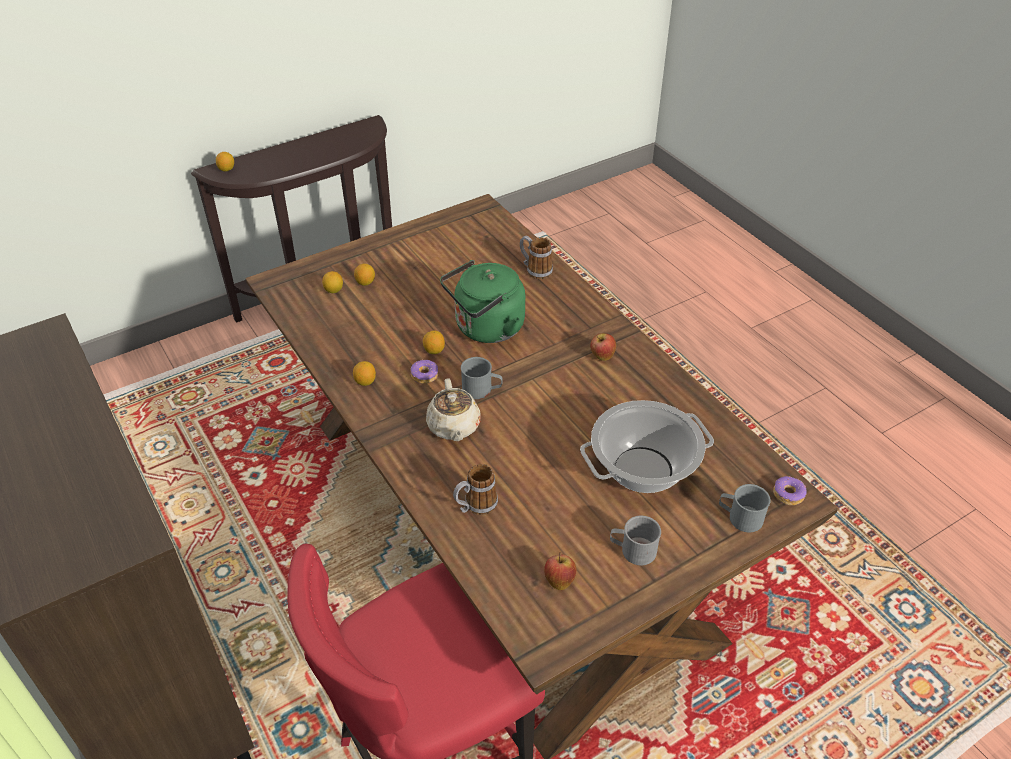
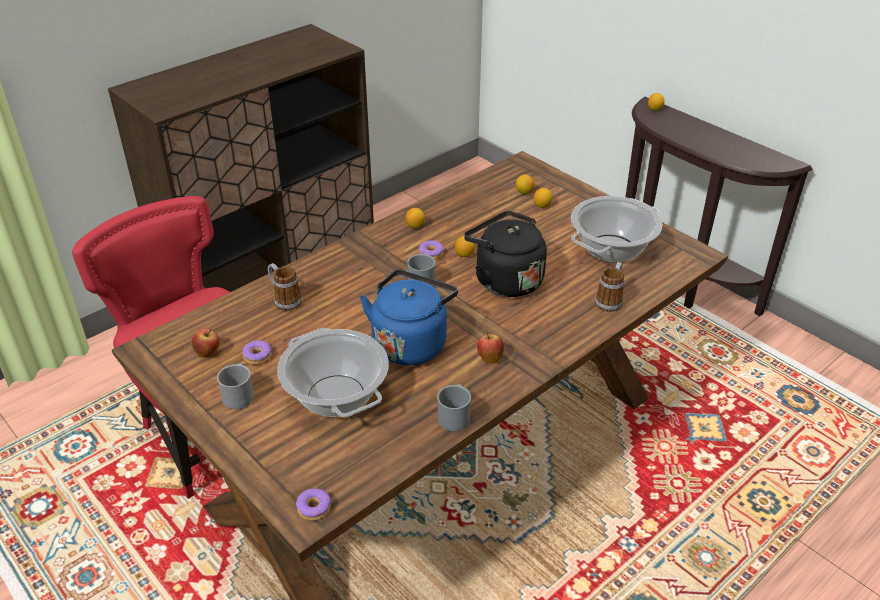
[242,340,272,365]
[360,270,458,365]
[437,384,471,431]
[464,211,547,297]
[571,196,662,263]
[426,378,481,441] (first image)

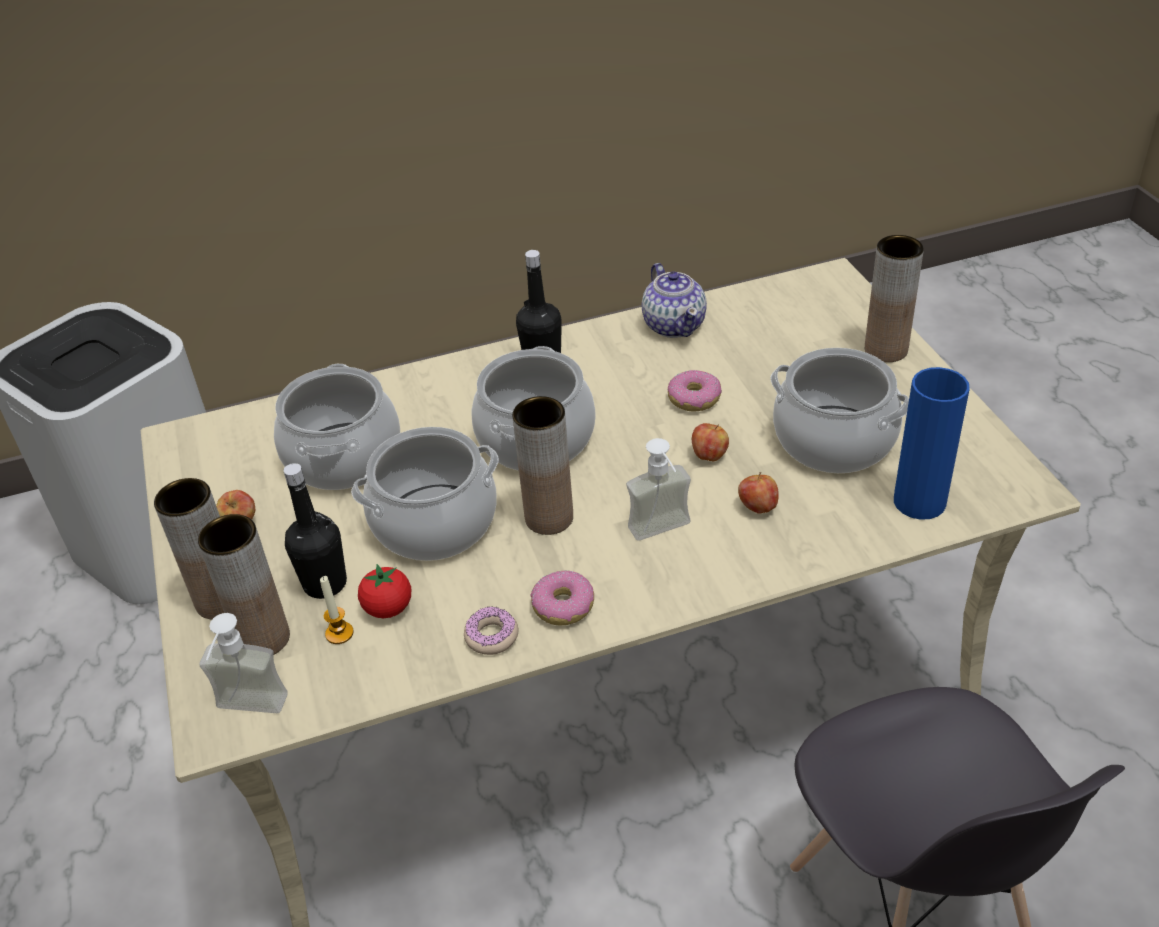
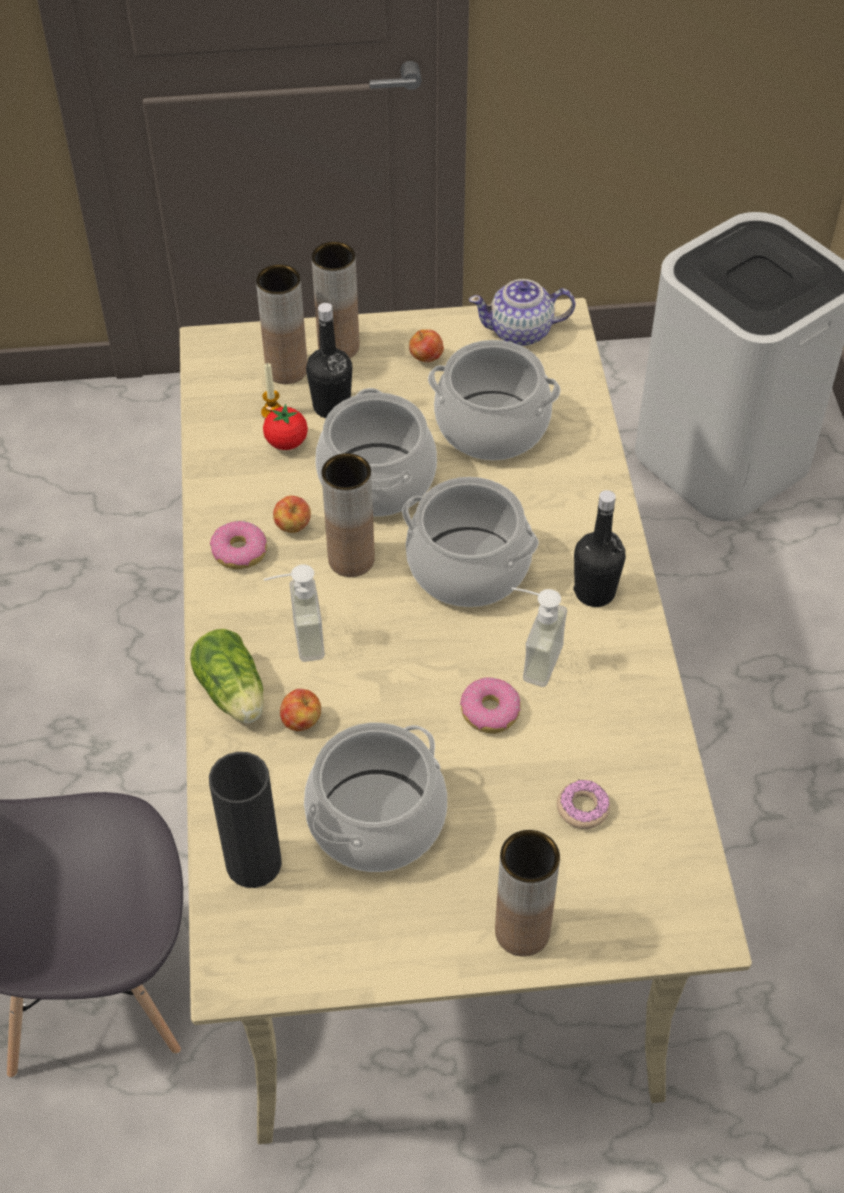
[190,629,264,723]
[209,752,282,888]
[273,496,311,533]
[469,279,575,346]
[511,588,567,687]
[557,779,610,829]

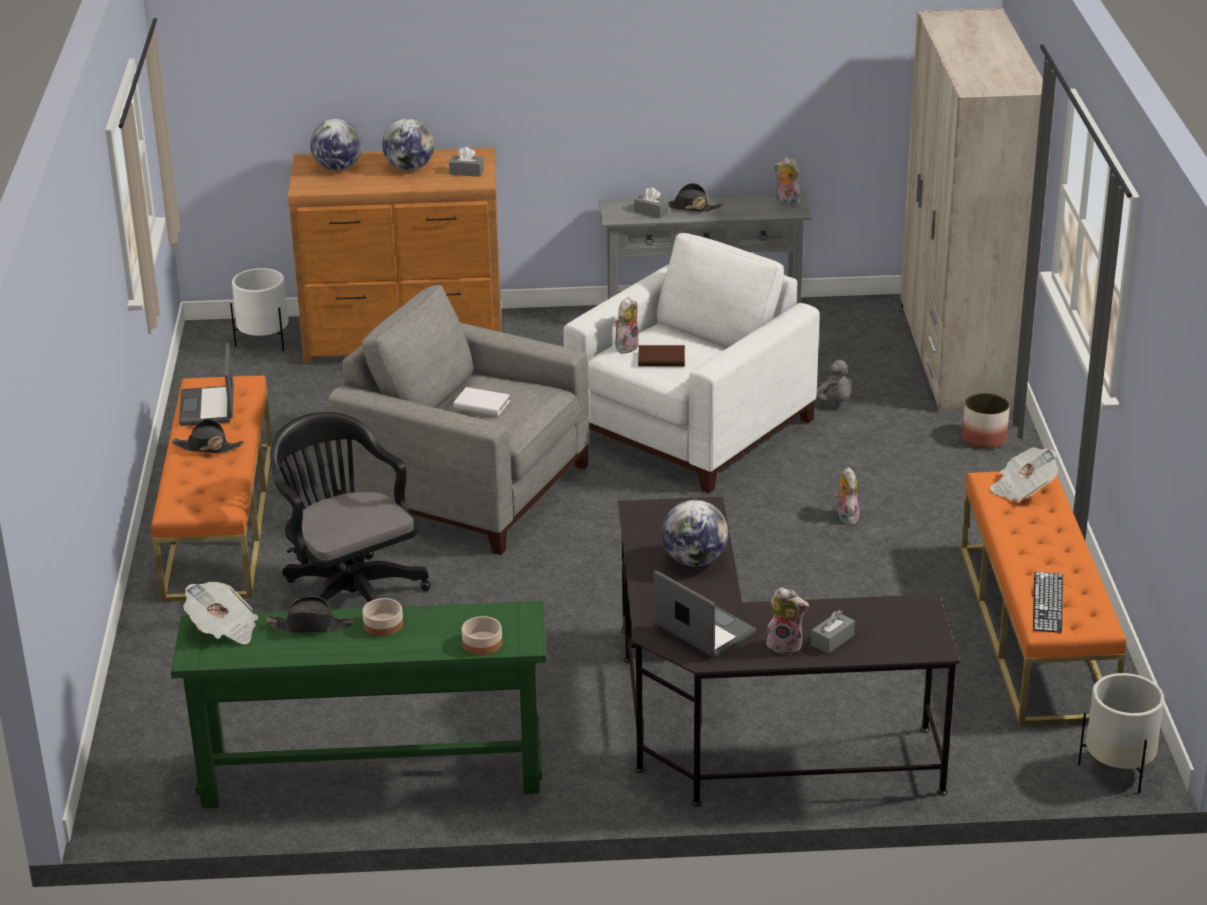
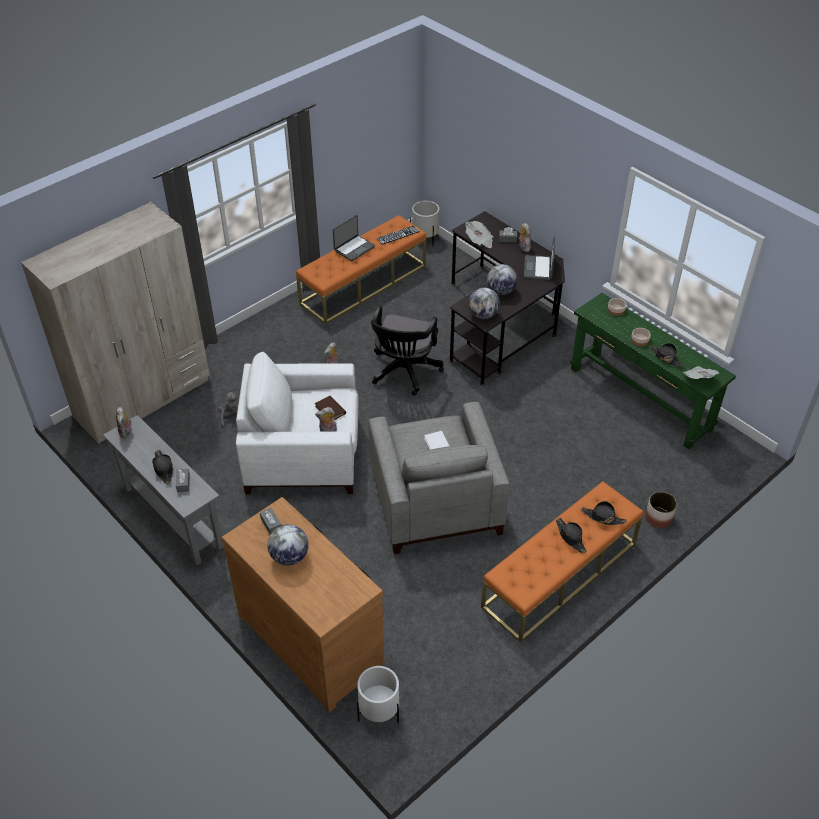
[333,215,375,262]
[371,305,444,396]
[466,221,493,248]
[469,288,500,319]
[581,501,627,525]
[645,492,677,528]

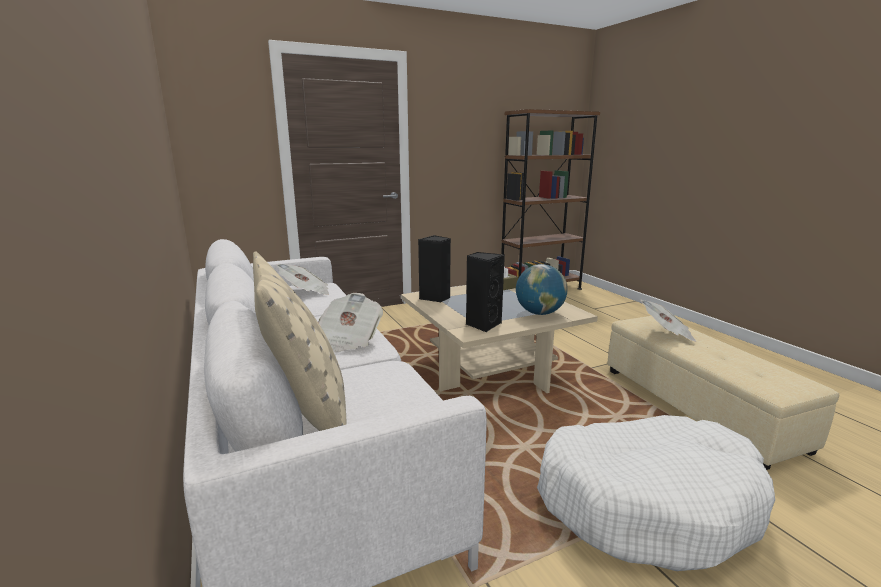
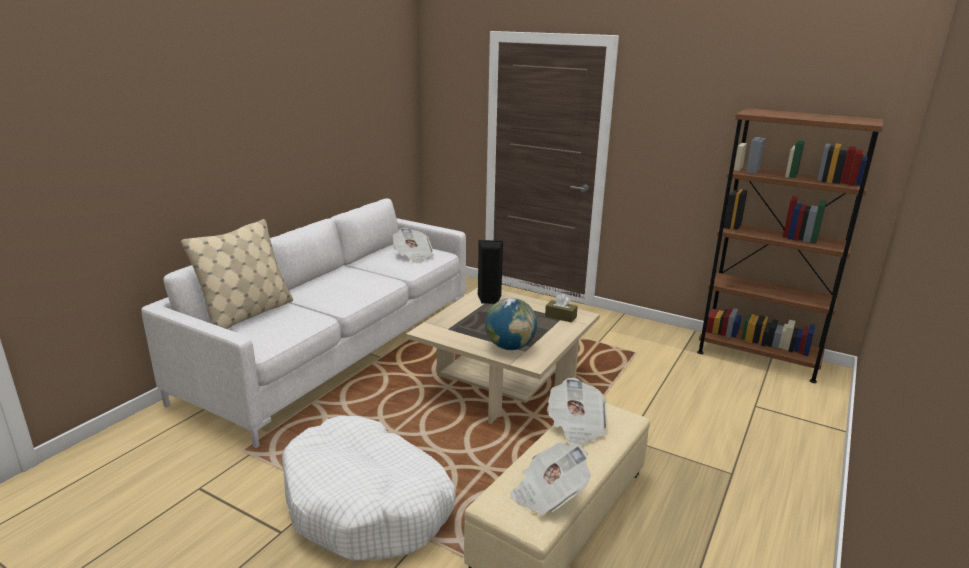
[510,443,591,517]
[466,252,505,332] (first image)

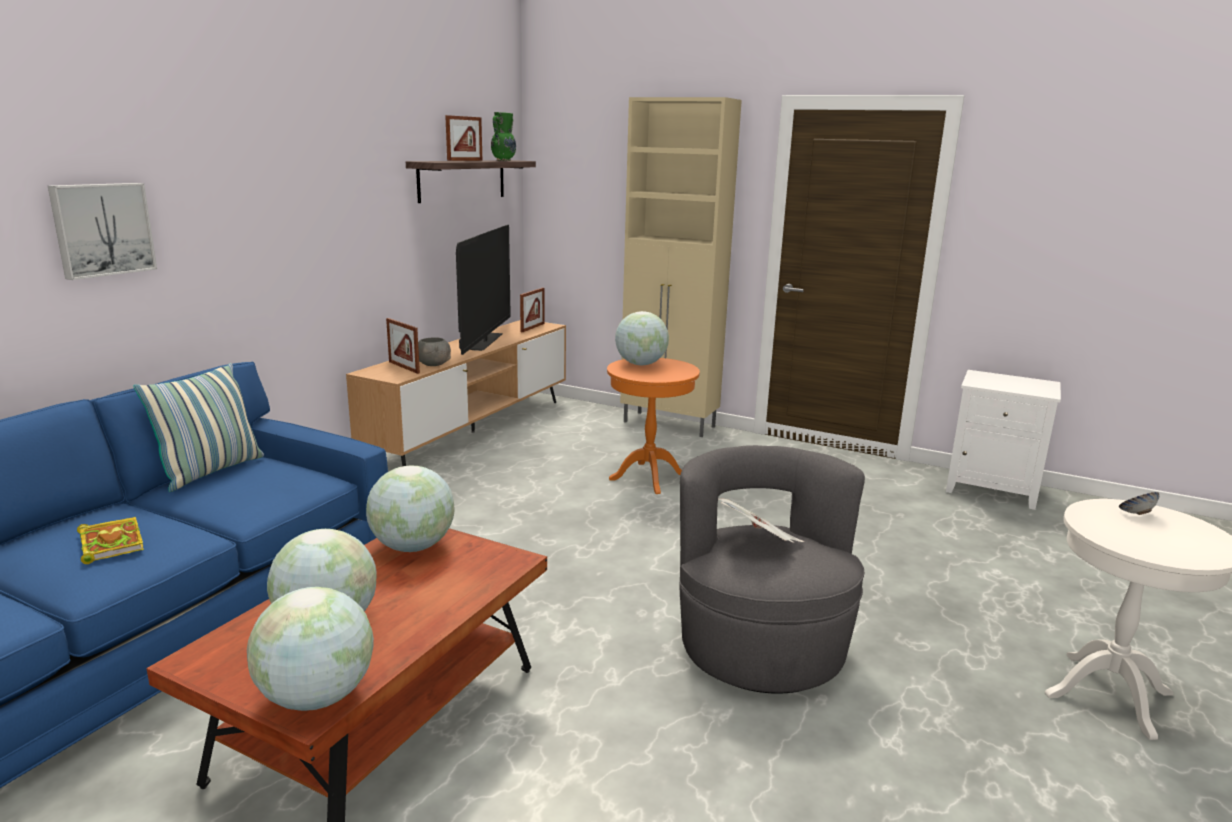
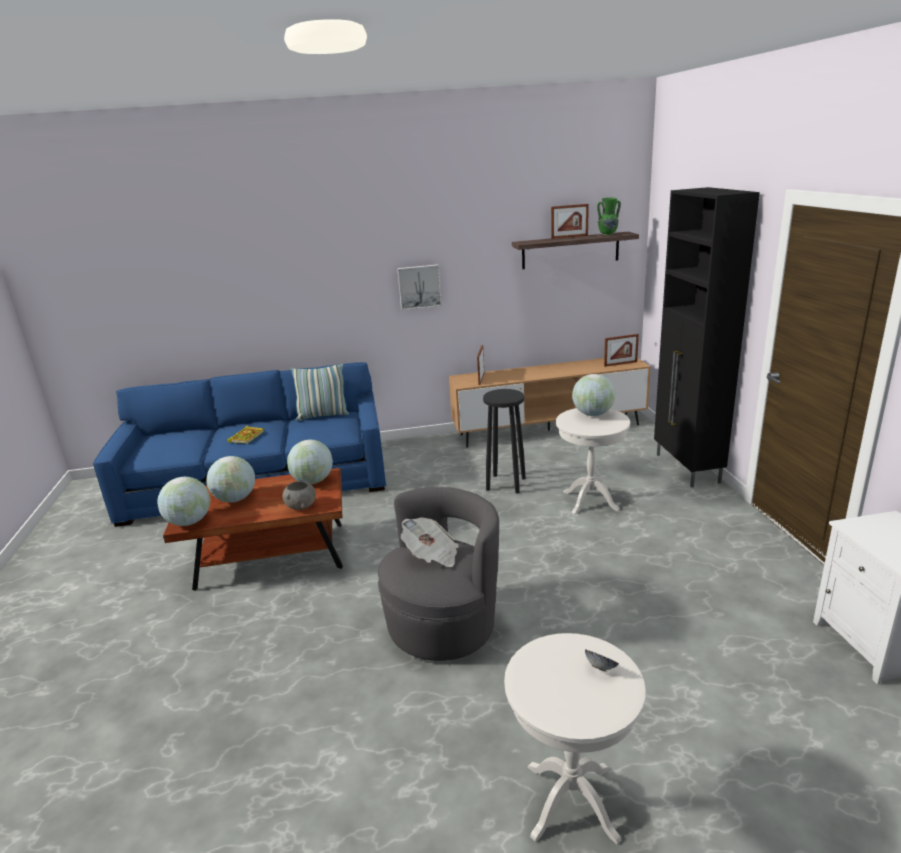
[282,481,316,510]
[397,264,442,310]
[483,389,526,494]
[556,408,630,514]
[654,187,760,487]
[456,225,511,355] (first image)

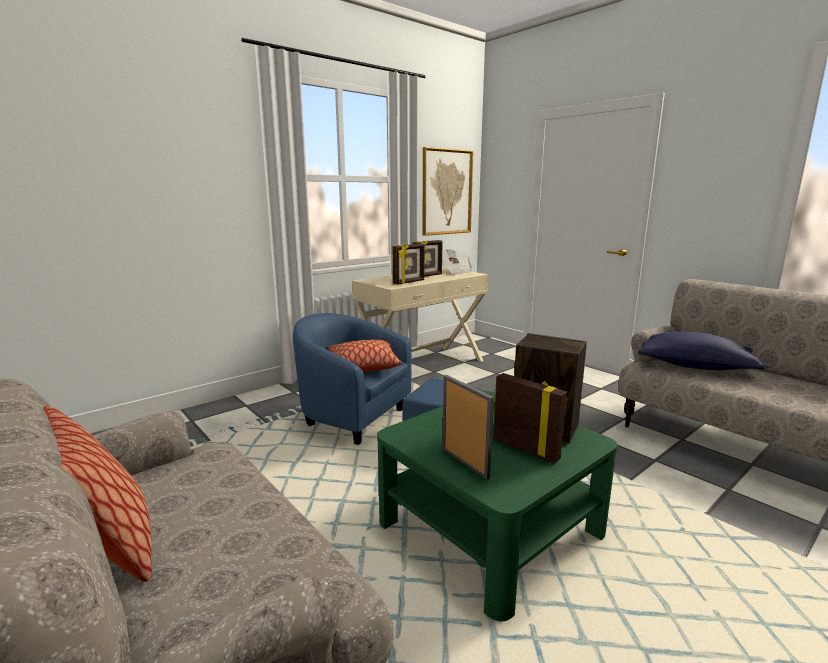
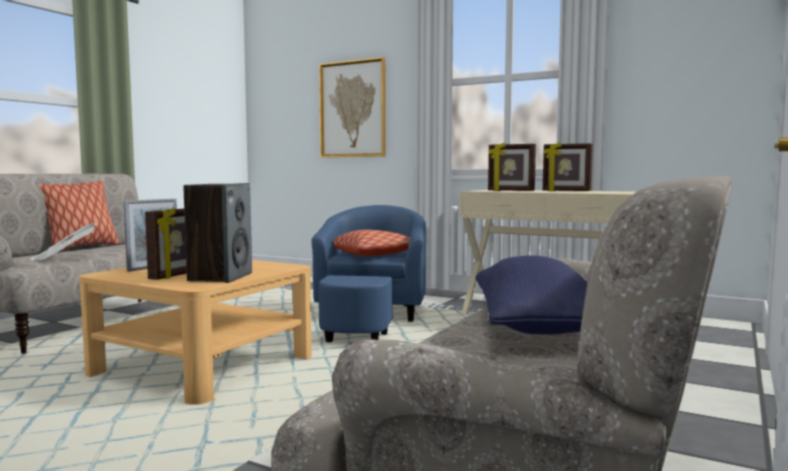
[30,223,98,261]
[79,260,312,405]
[319,57,386,157]

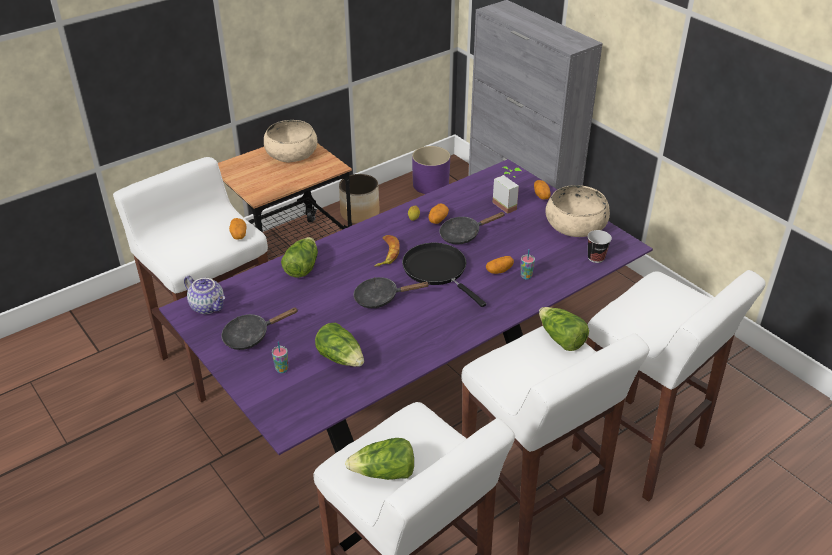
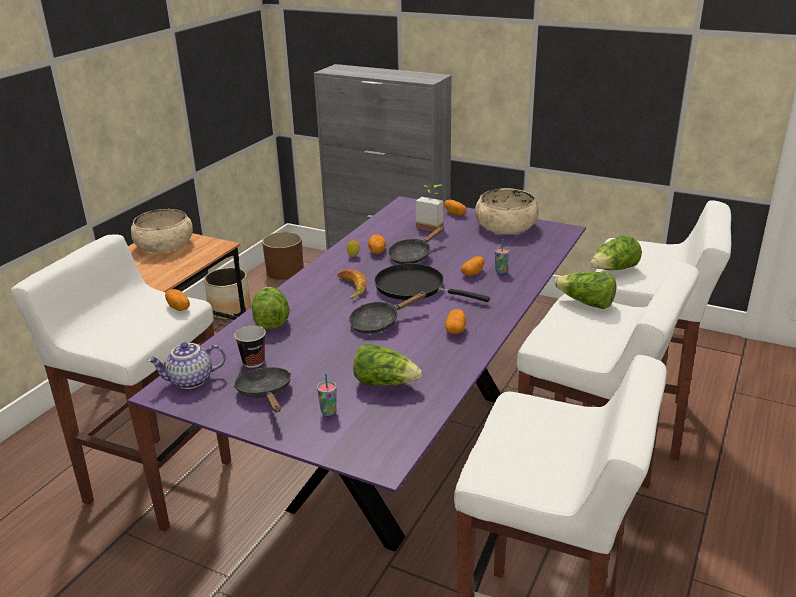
[147,342,226,389]
[234,325,266,368]
[234,367,291,412]
[262,232,304,280]
[445,309,466,334]
[590,236,642,270]

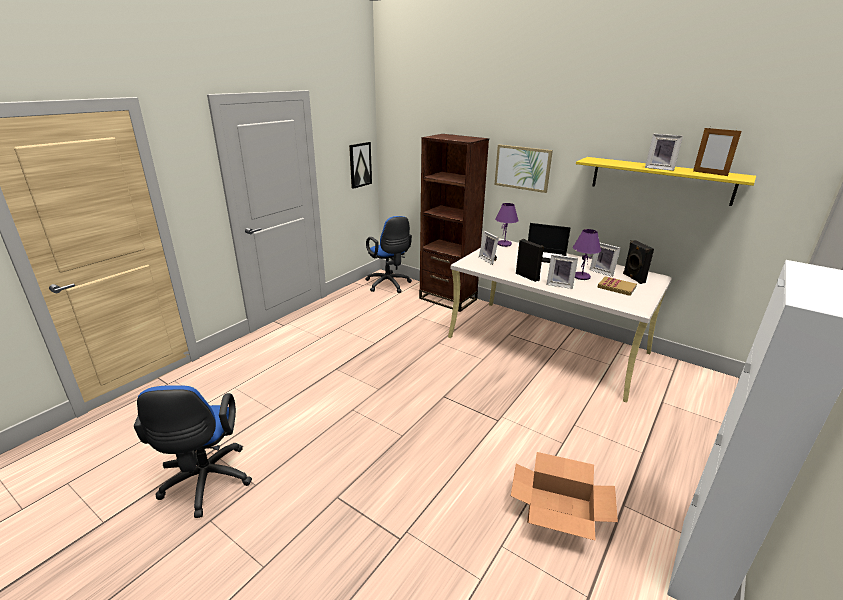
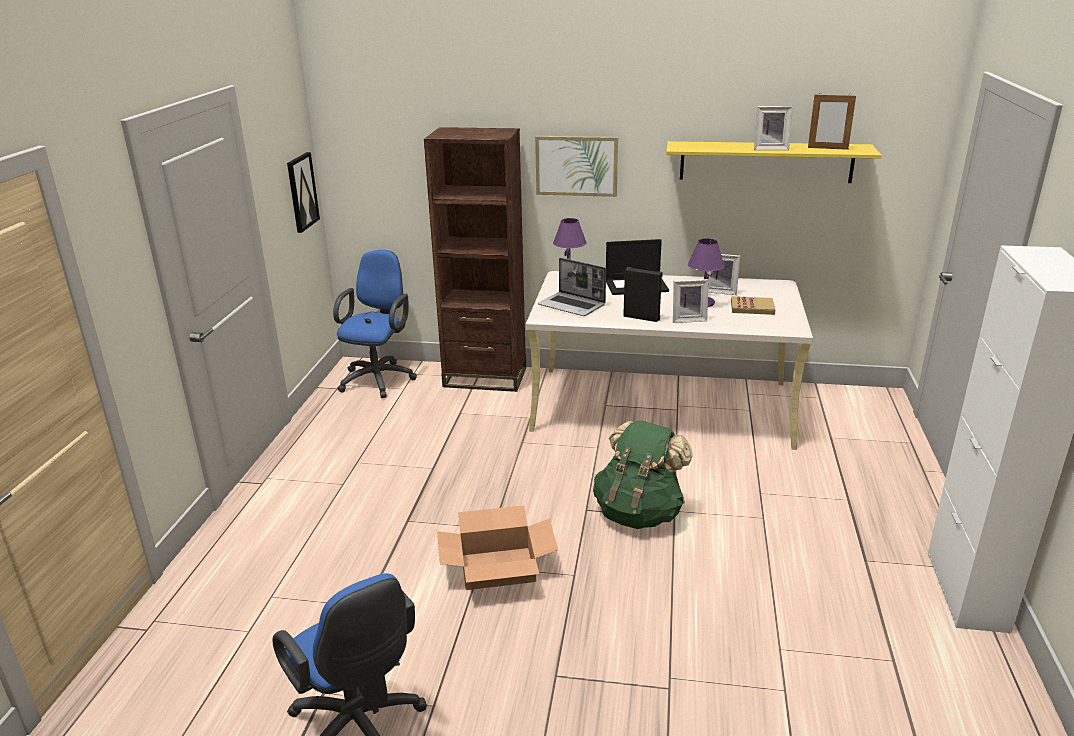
[333,250,417,398]
[437,505,558,590]
[538,258,606,316]
[593,420,693,529]
[623,240,654,284] (first image)

